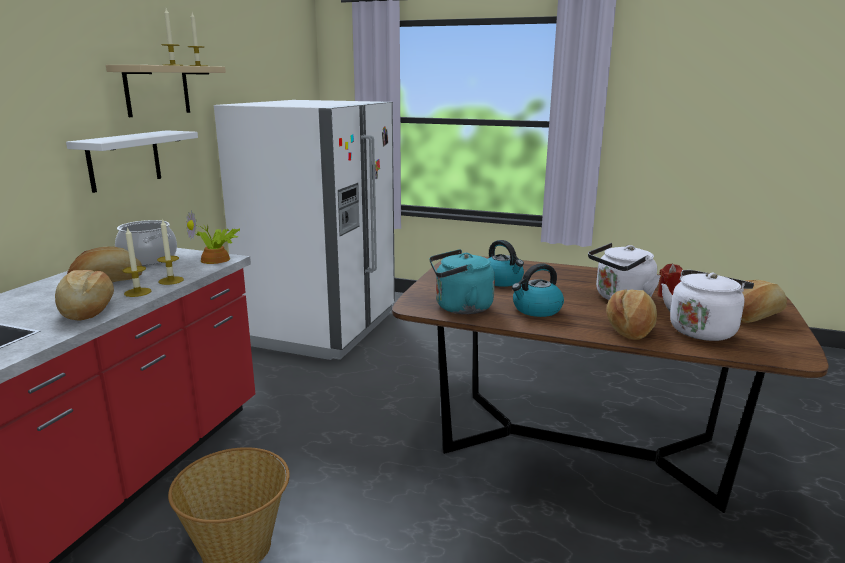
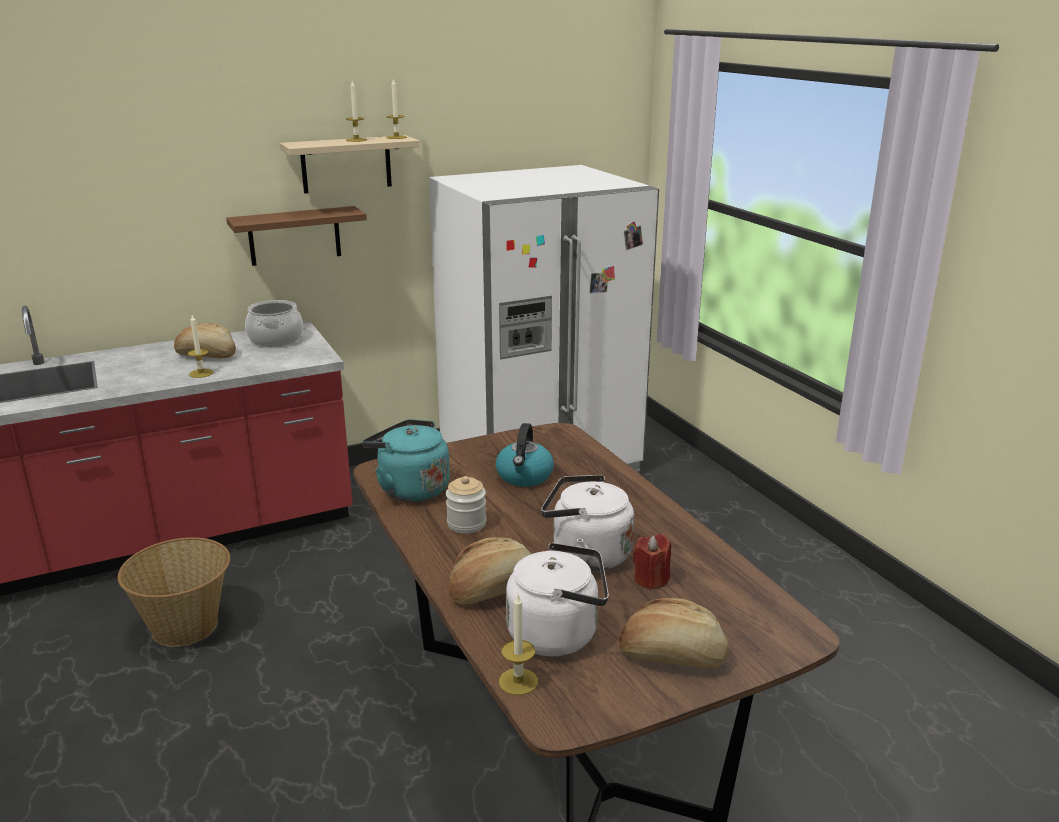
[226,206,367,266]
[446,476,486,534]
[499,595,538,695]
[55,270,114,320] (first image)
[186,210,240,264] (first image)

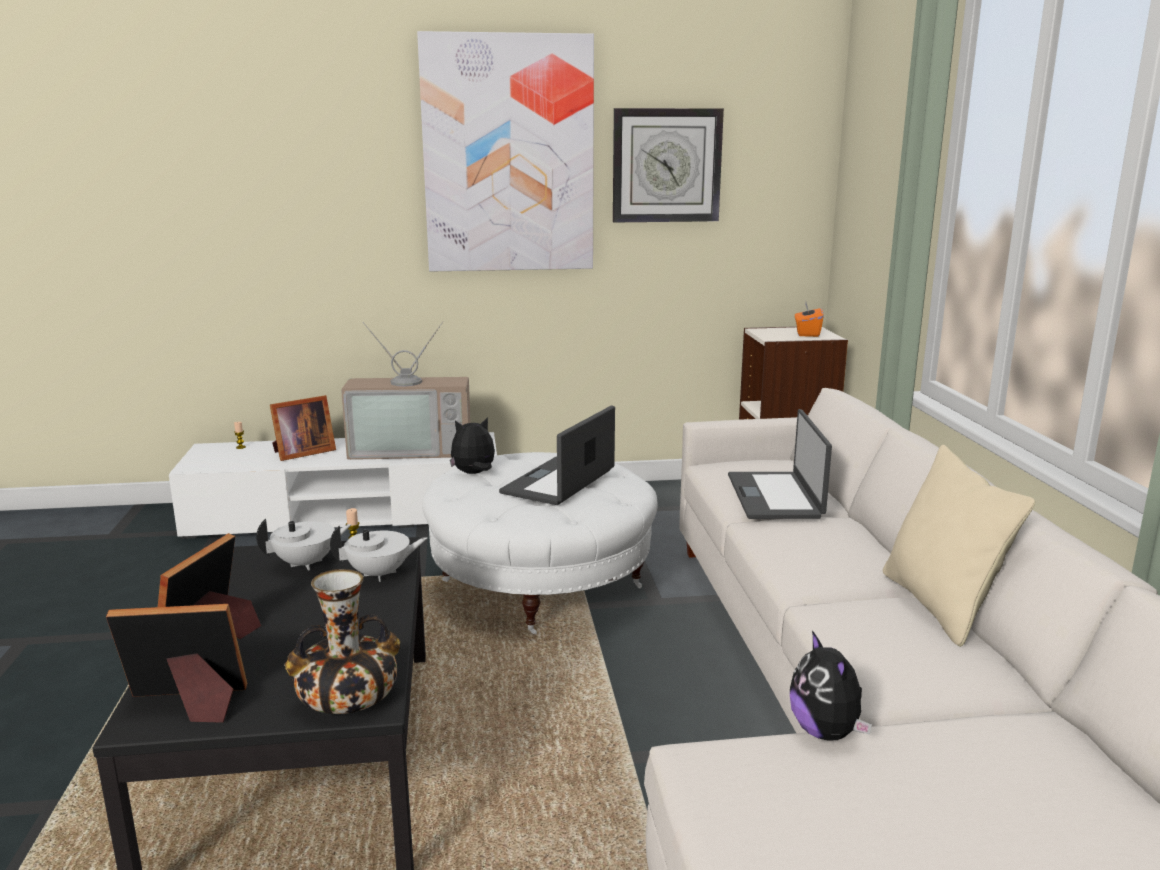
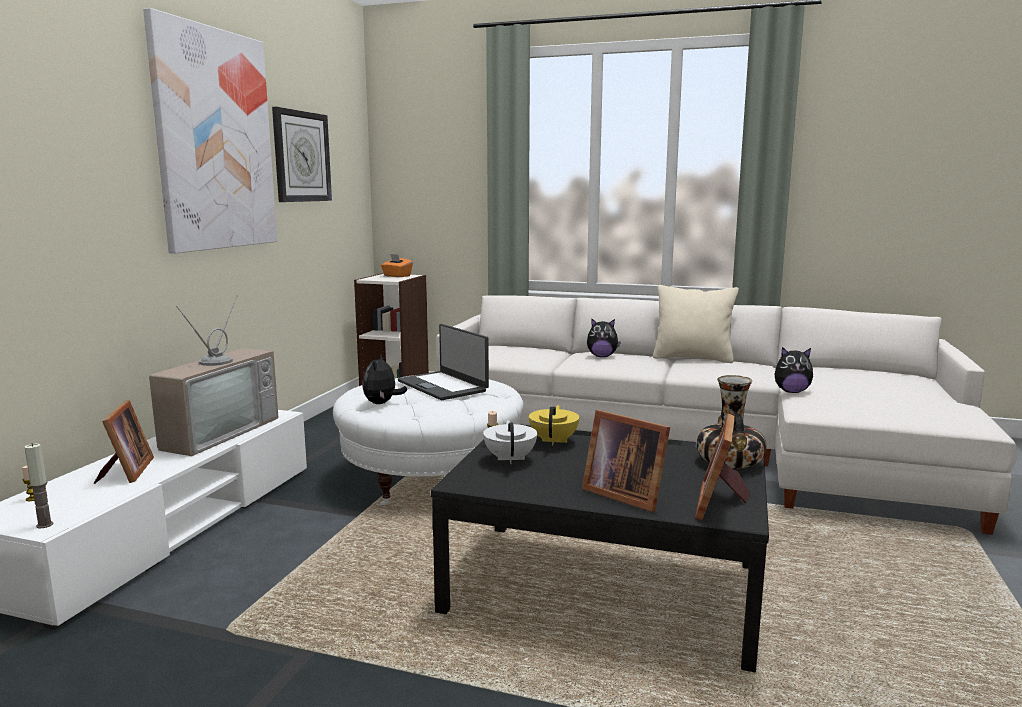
[24,443,53,528]
[529,405,579,446]
[587,318,621,357]
[728,409,832,519] (first image)

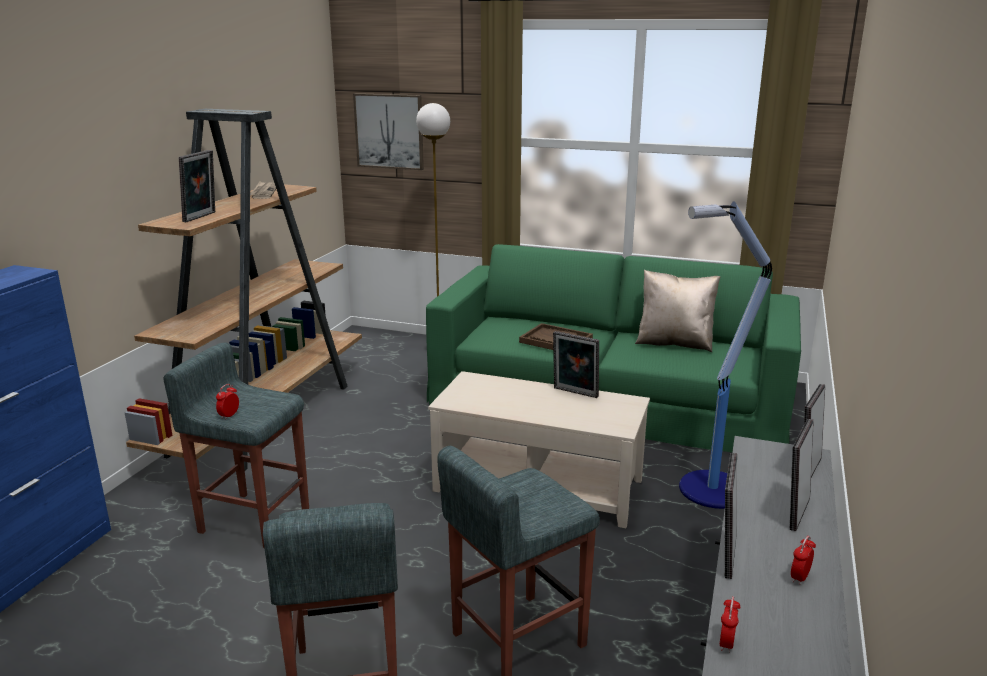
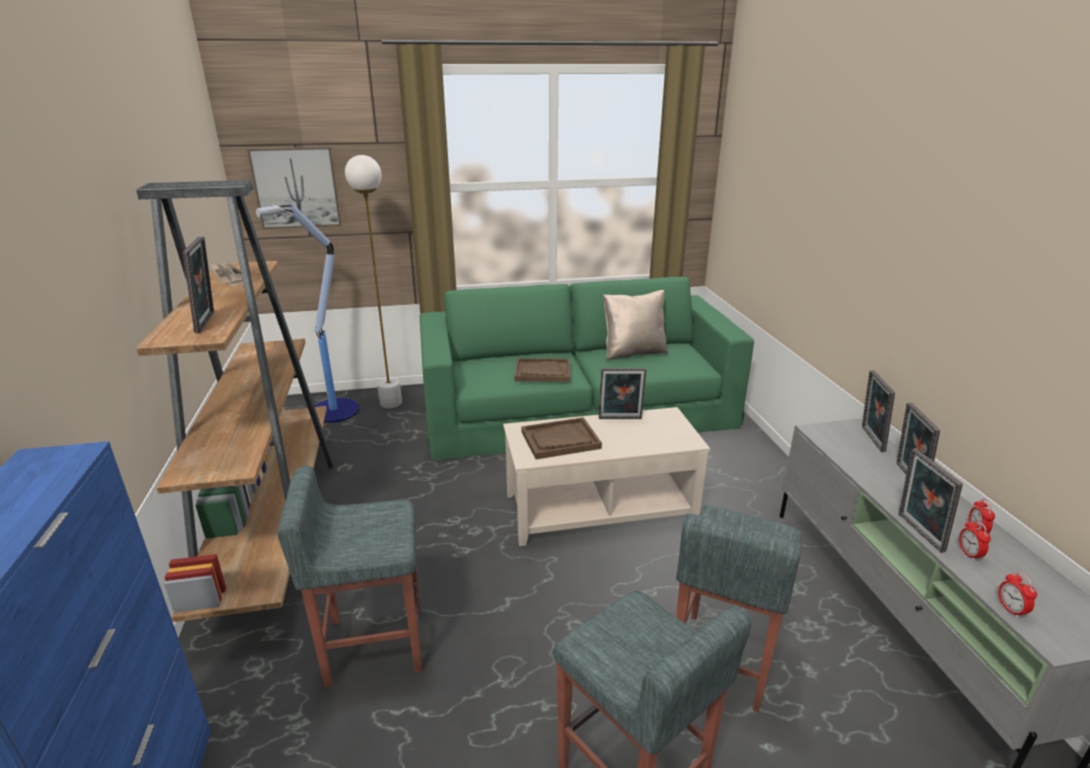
[255,202,359,423]
[521,417,602,459]
[959,520,991,561]

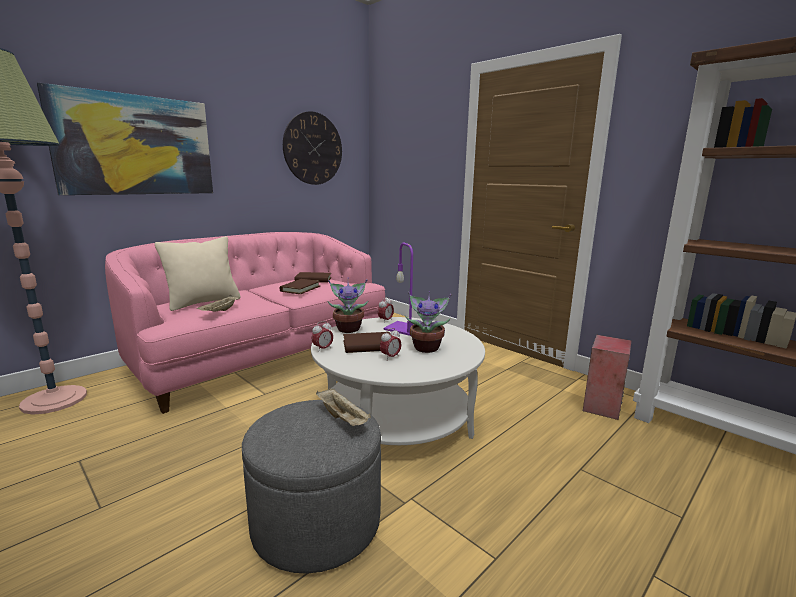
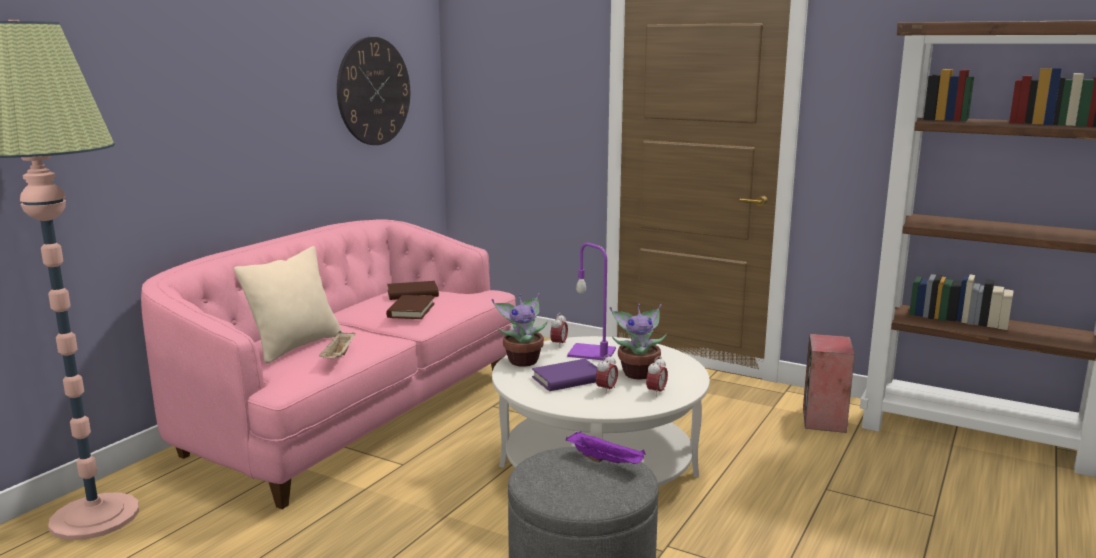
[532,359,597,391]
[566,432,646,464]
[646,356,668,397]
[37,83,213,195] (first image)

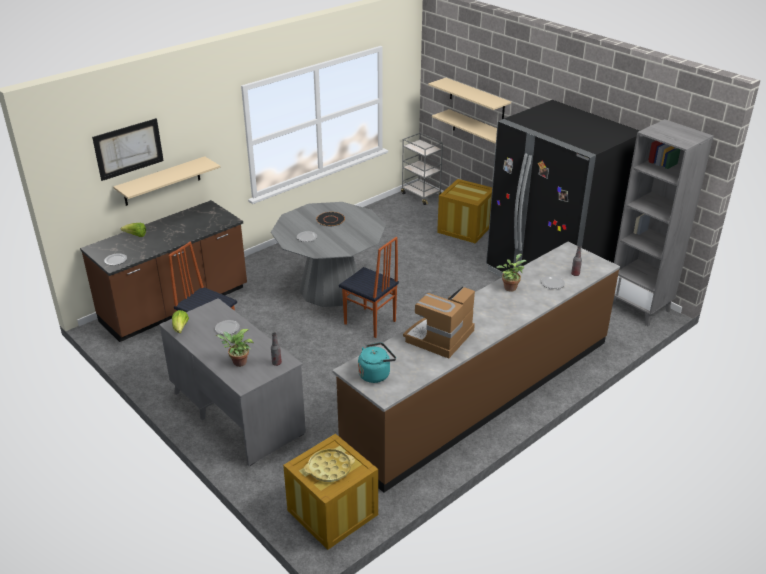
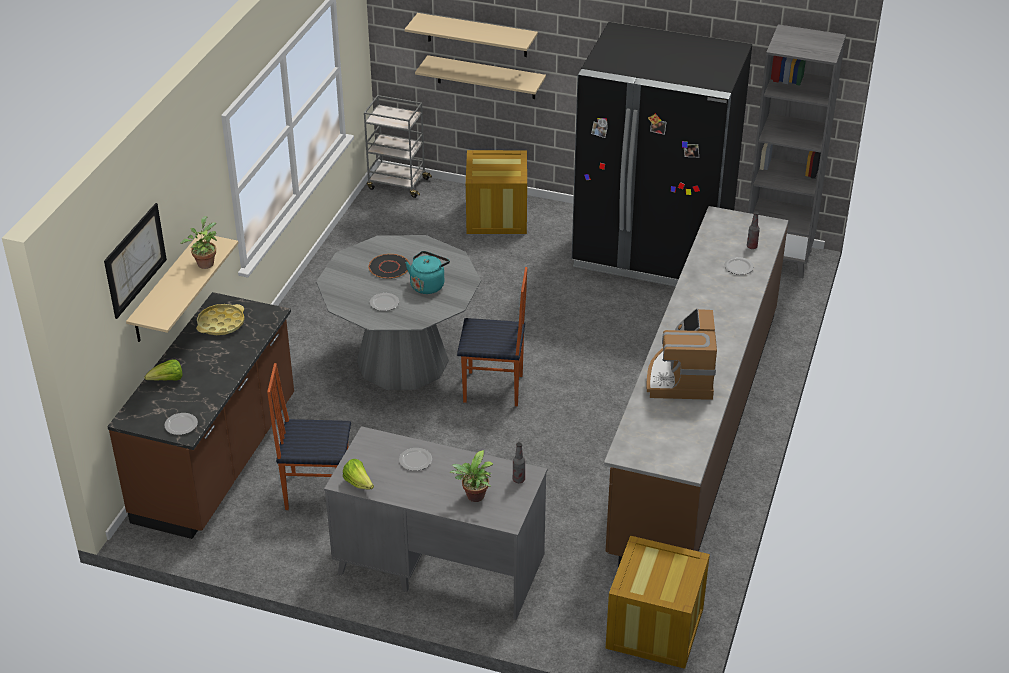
[180,216,217,269]
[196,304,244,335]
[405,251,450,294]

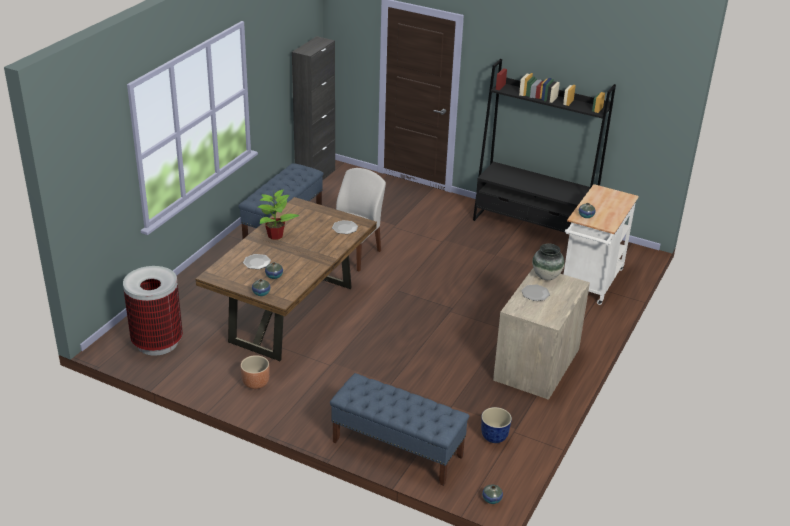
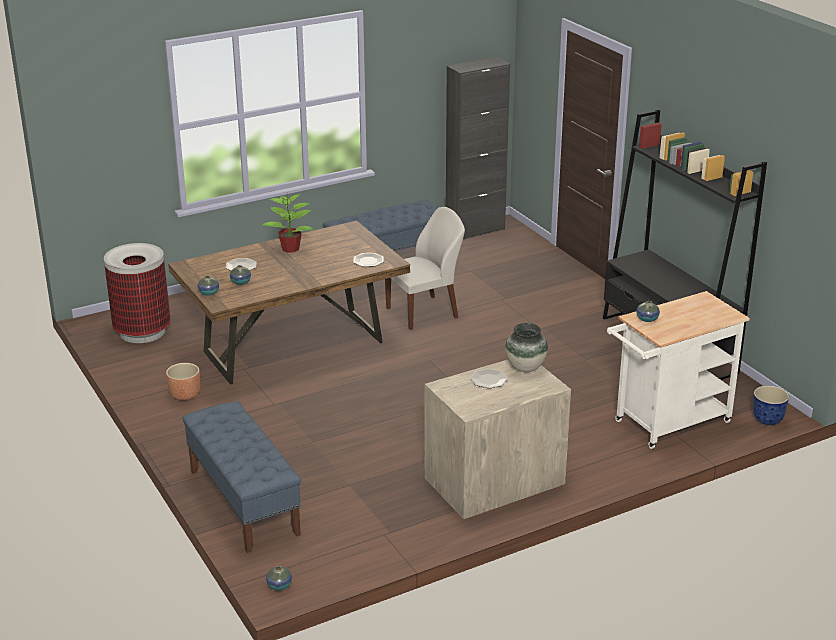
[753,386,789,425]

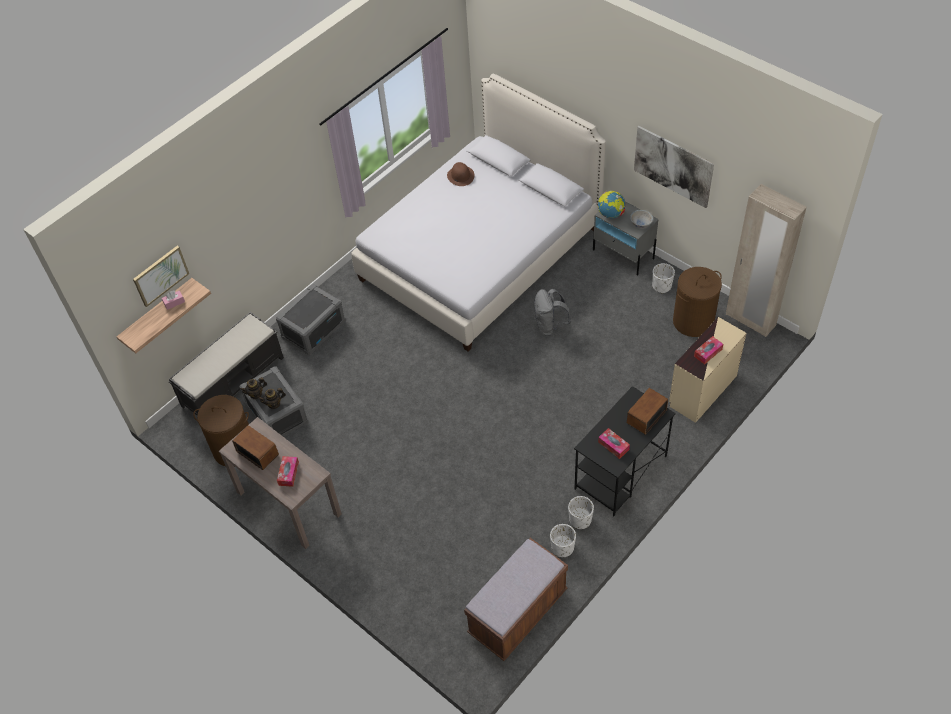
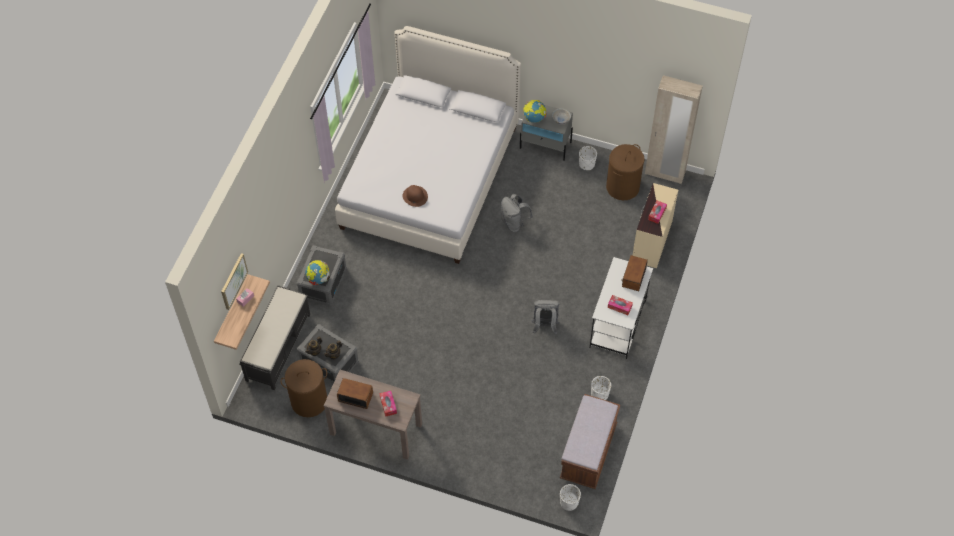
[305,260,330,285]
[403,185,428,207]
[531,300,560,335]
[560,484,581,511]
[590,257,653,359]
[634,126,714,208] (first image)

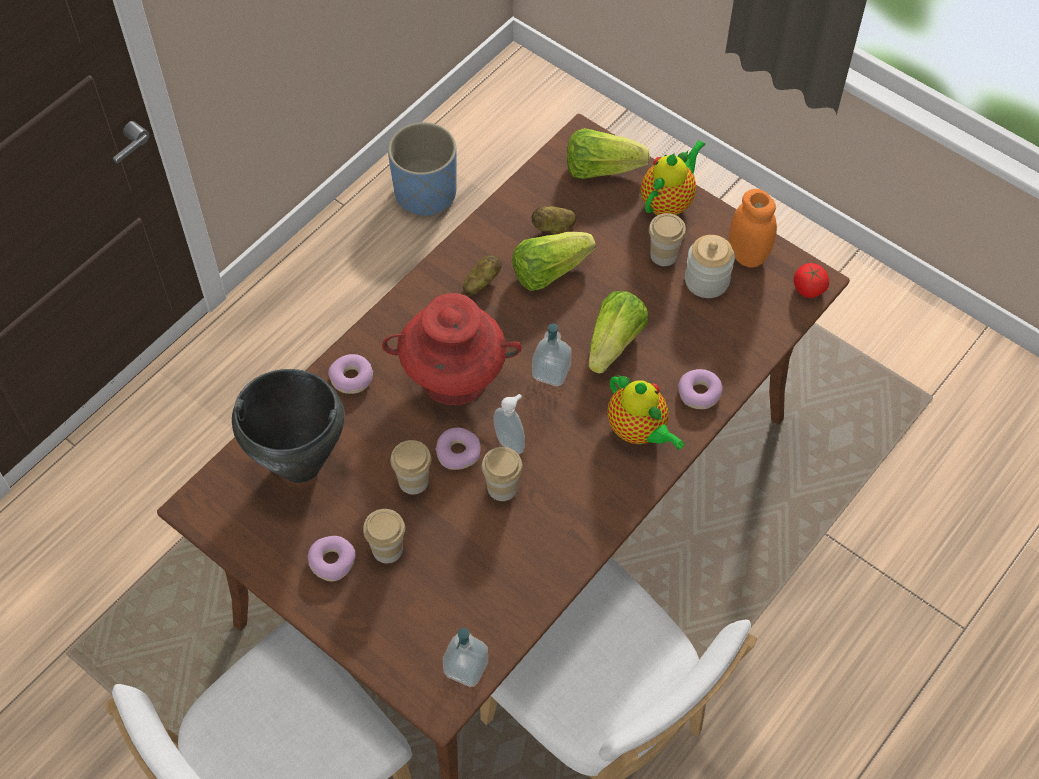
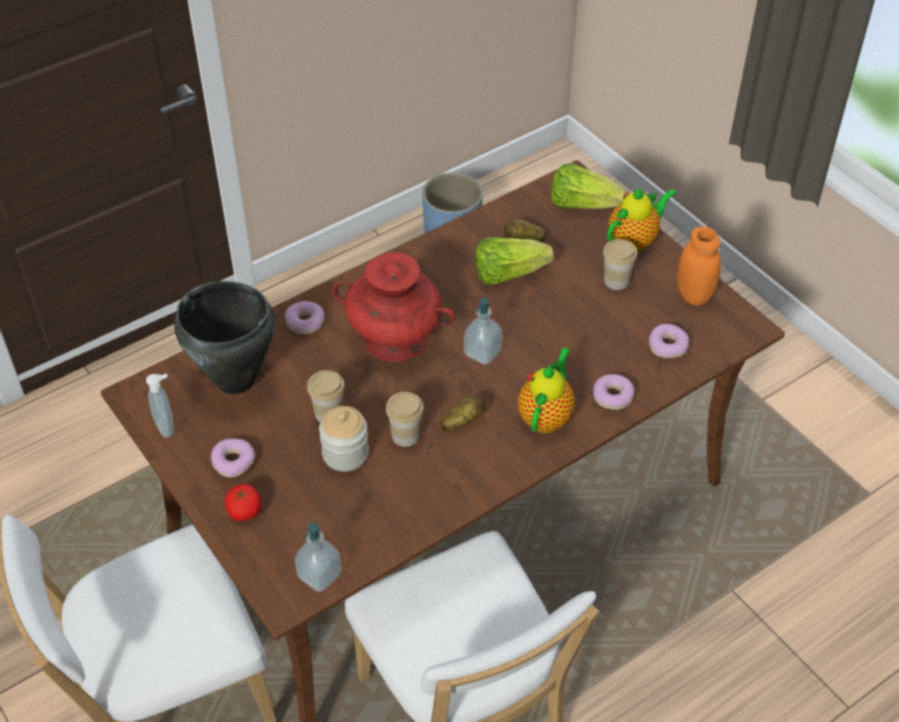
[146,374,174,438]
[225,484,261,521]
[319,406,369,472]
[441,396,484,431]
[518,347,575,433]
[649,324,689,358]
[363,509,405,563] (first image)
[588,291,648,374] (first image)

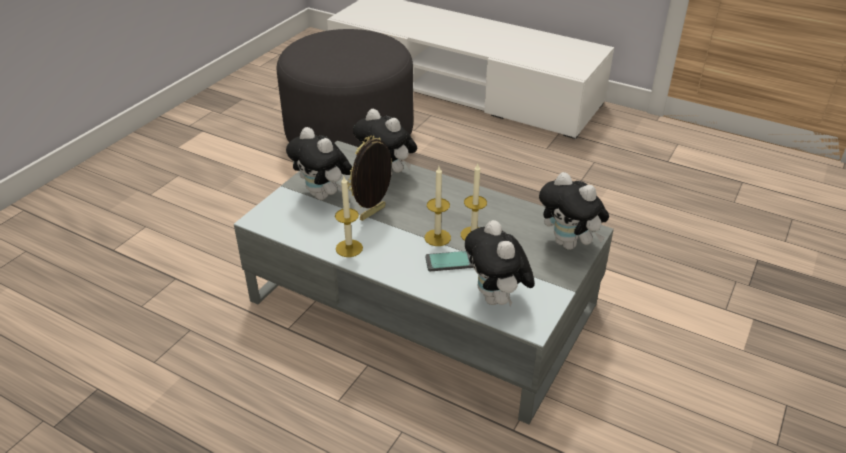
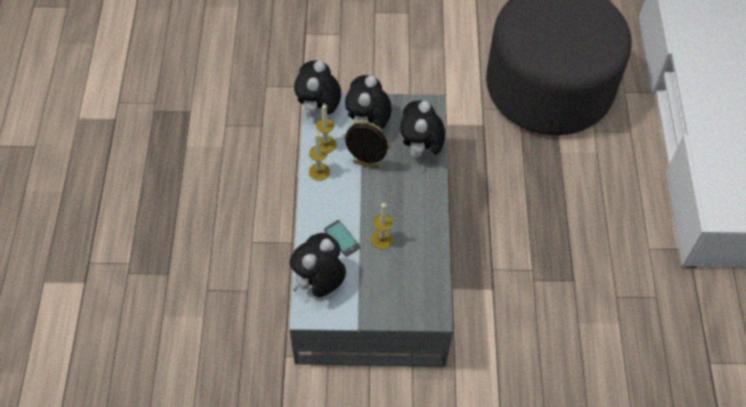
[294,61,341,119]
[316,103,337,153]

